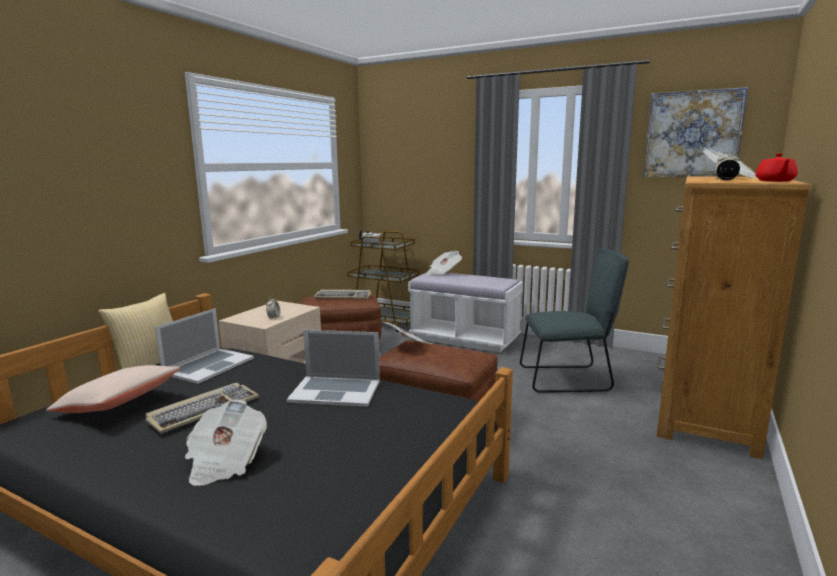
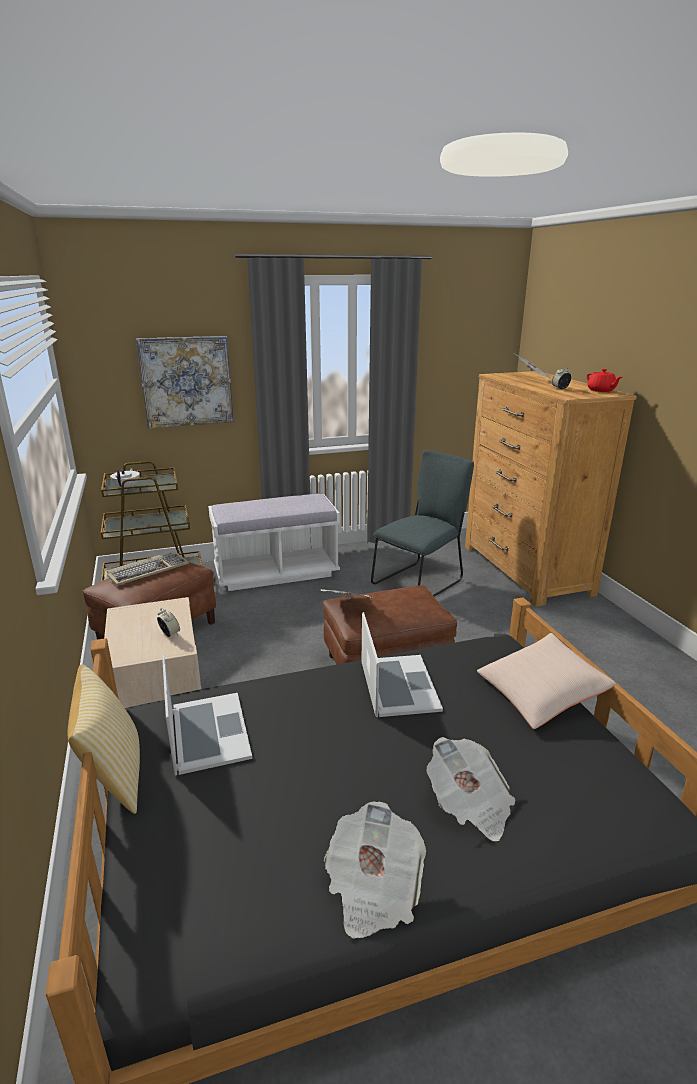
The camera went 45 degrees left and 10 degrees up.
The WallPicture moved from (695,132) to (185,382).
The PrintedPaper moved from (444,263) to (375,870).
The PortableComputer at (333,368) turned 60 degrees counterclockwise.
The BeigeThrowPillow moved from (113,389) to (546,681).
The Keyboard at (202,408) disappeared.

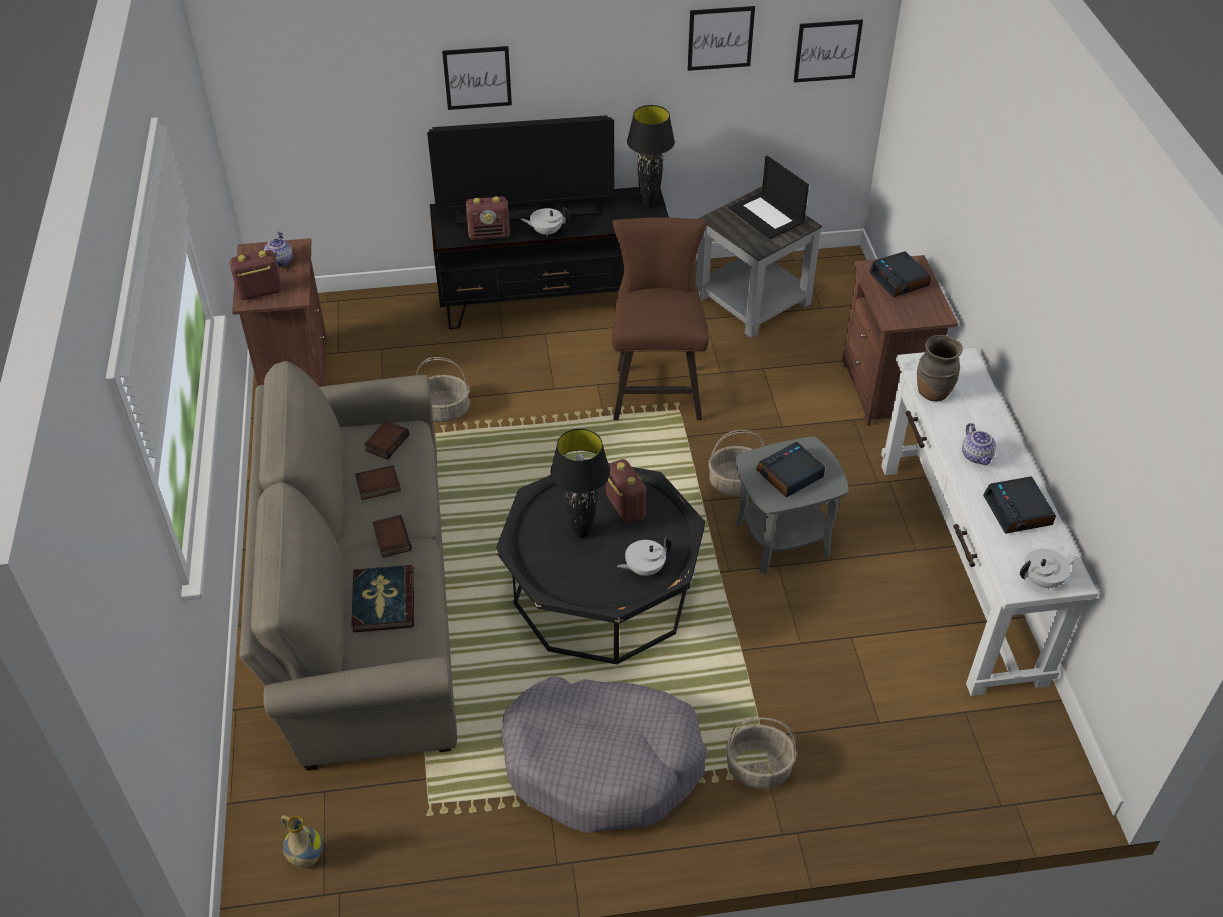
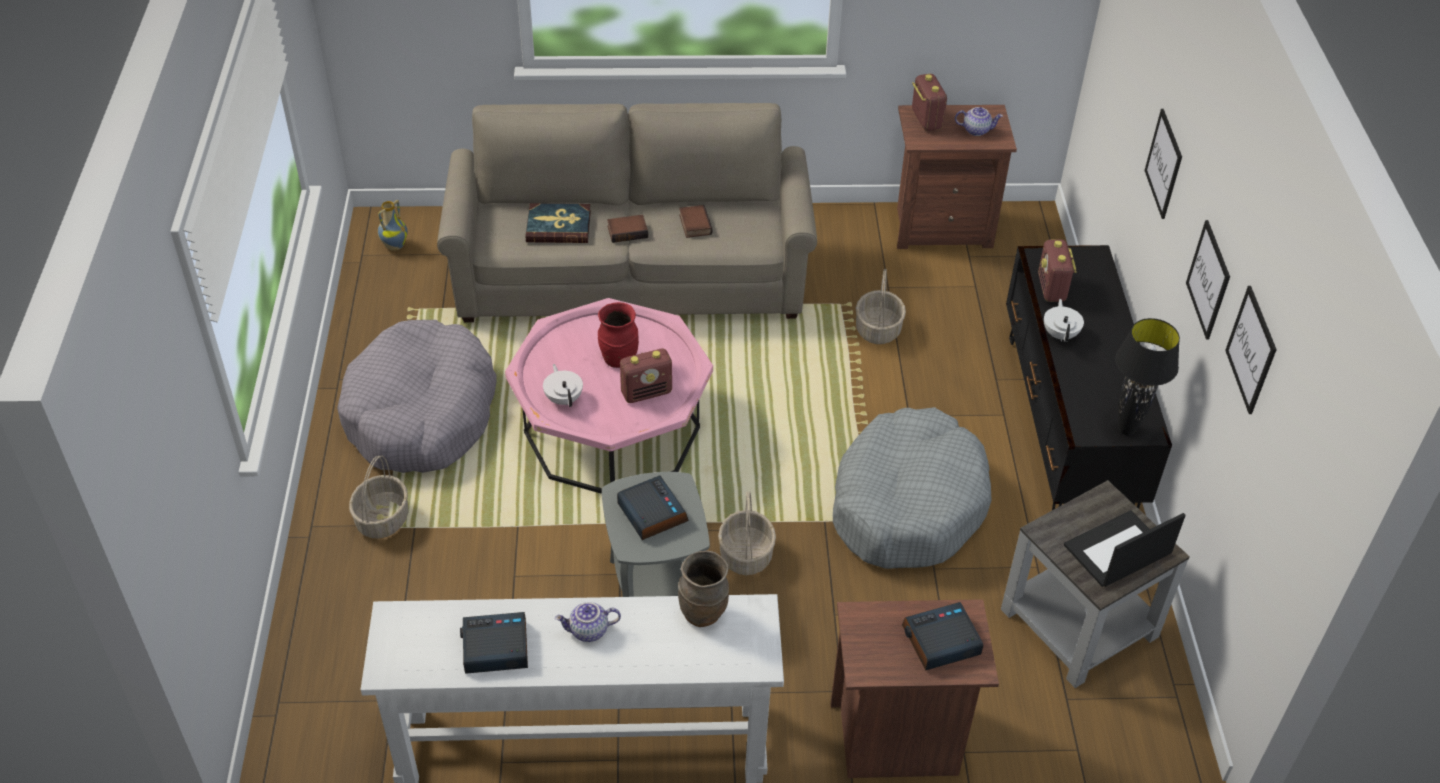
The camera went 95 degrees right and 0 degrees up.
The BlackLowTable at (600,561) became the PinkLowTable at (609,396).
The BlackLampForATable at (580,483) was replaced by the ReddishDecorativeVase at (618,335).
The BrownStoolSeat at (660,319) was replaced by the GrayPetBed at (912,488).
The WallPicture moved from (828,51) to (1208,280).
The Volume at (386,440) disappeared.
The Television at (520,170) disappeared.
The WhitishTeaPot at (1049,569) disappeared.

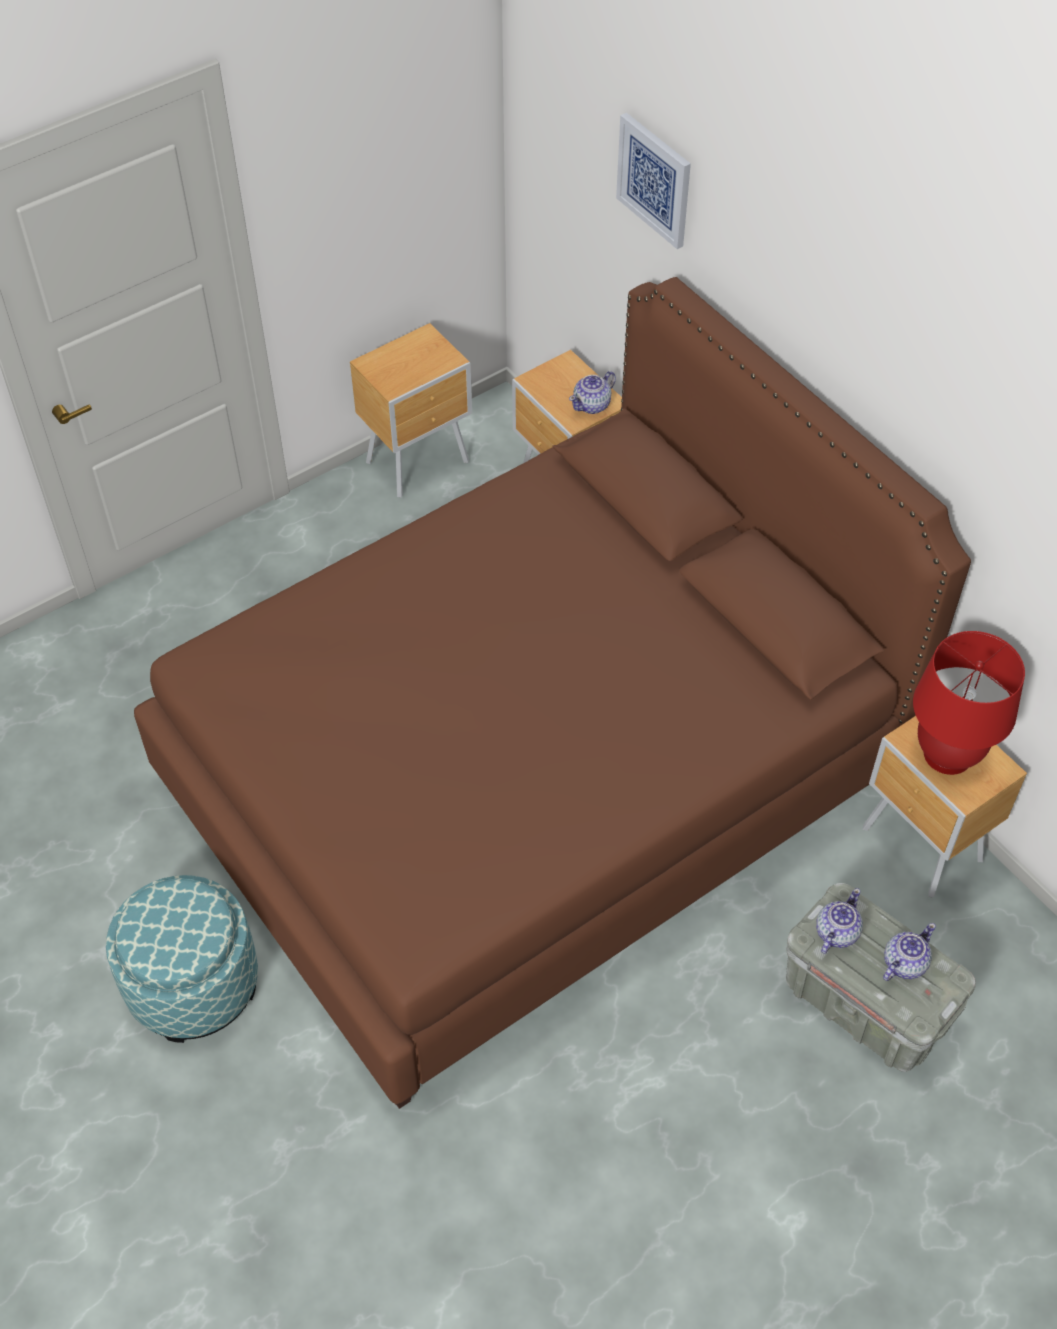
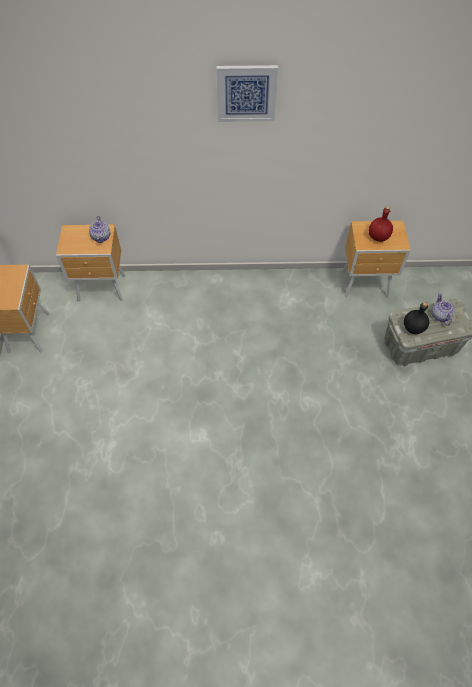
The camera went 55 degrees left and 5 degrees up.
The WallPicture moved from (653,181) to (247,93).
The ReddishLampForATable at (969,703) was replaced by the ReddishDrinkBottle at (381,224).
The TeaPot at (839,921) was replaced by the BlackDrinkBottle at (416,318).
The Ottoman at (182,959) disappeared.
The BrownBed at (552,693) disappeared.

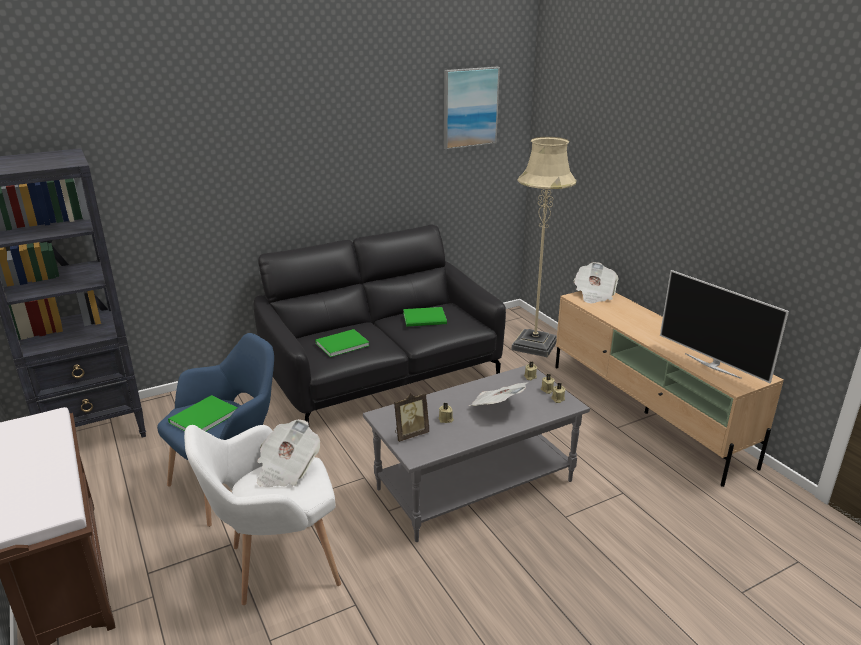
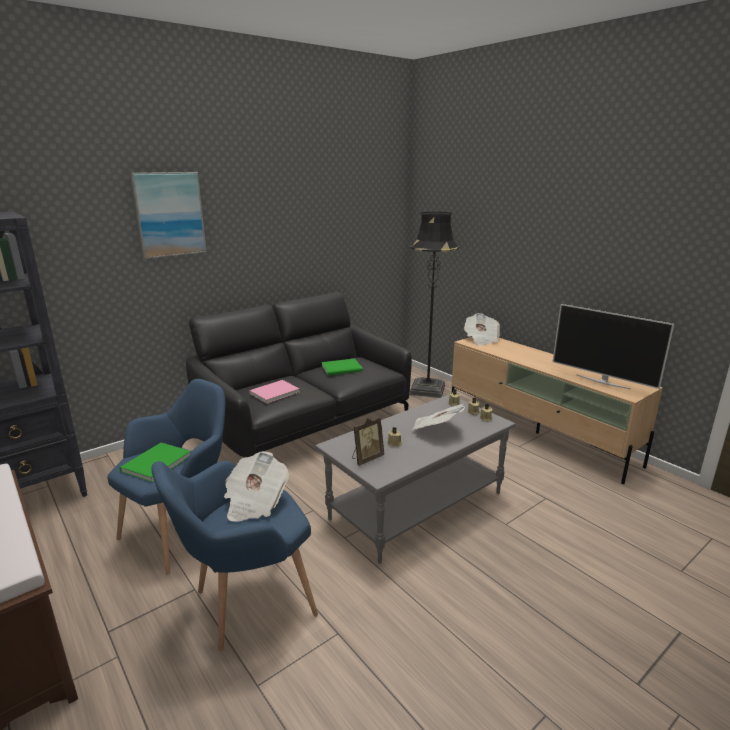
The camera went 10 degrees left and 5 degrees down.
The WallPicture moved from (472,108) to (168,215).
The WhitishLoungeChair at (262,515) became the BluishLoungeChair at (234,556).
The GreenColouredVolume at (342,343) became the PinkVolume at (274,392).
The BeigeStandingLamp at (544,247) became the BlackStandingLamp at (434,305).

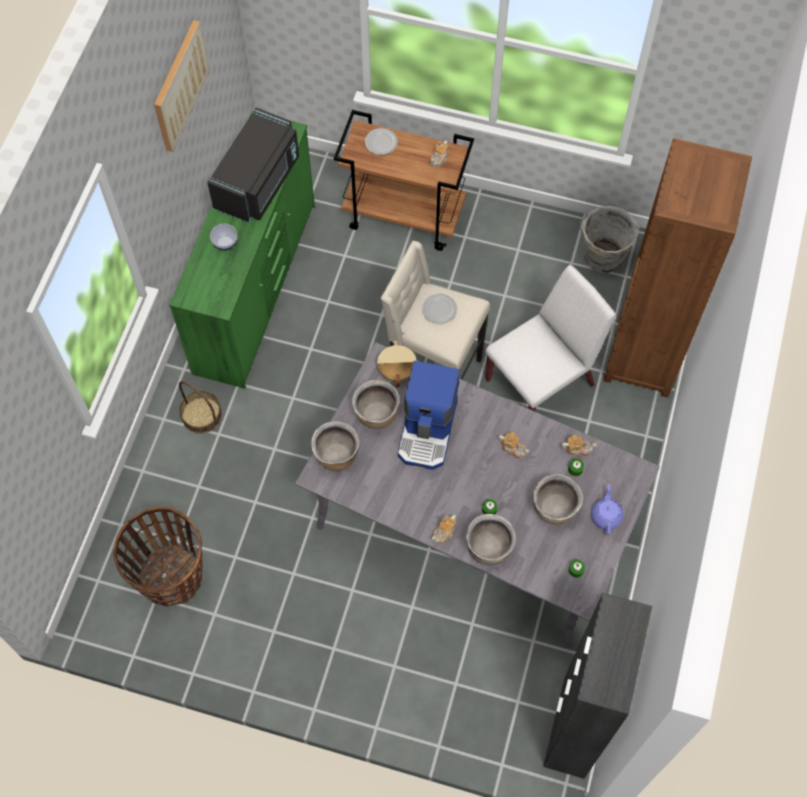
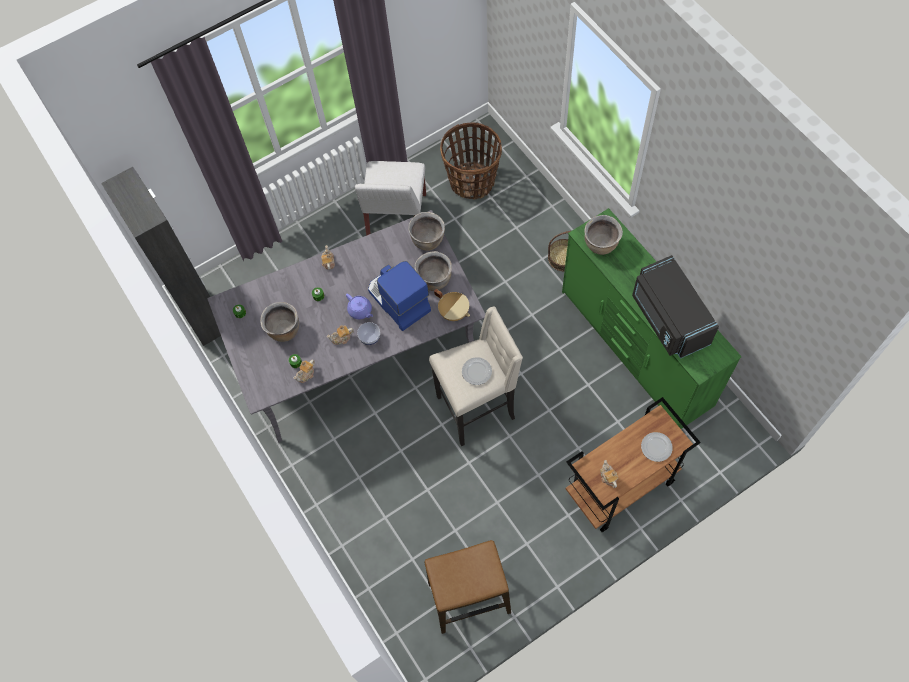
The camera went 135 degrees right and 0 degrees up.
The PurplishTeaPot moved from (607,509) to (359,306).
The WhitishPlainChair moved from (550,338) to (390,198).
The ServingBowl moved from (223,237) to (368,333).
The GrayPail at (609,239) was replaced by the StoolSeat at (467,587).
The BrownStockpot moved from (491,540) to (603,235).
The WallPicture at (181,86) disappeared.
The BrownBookcase at (678,268) disappeared.

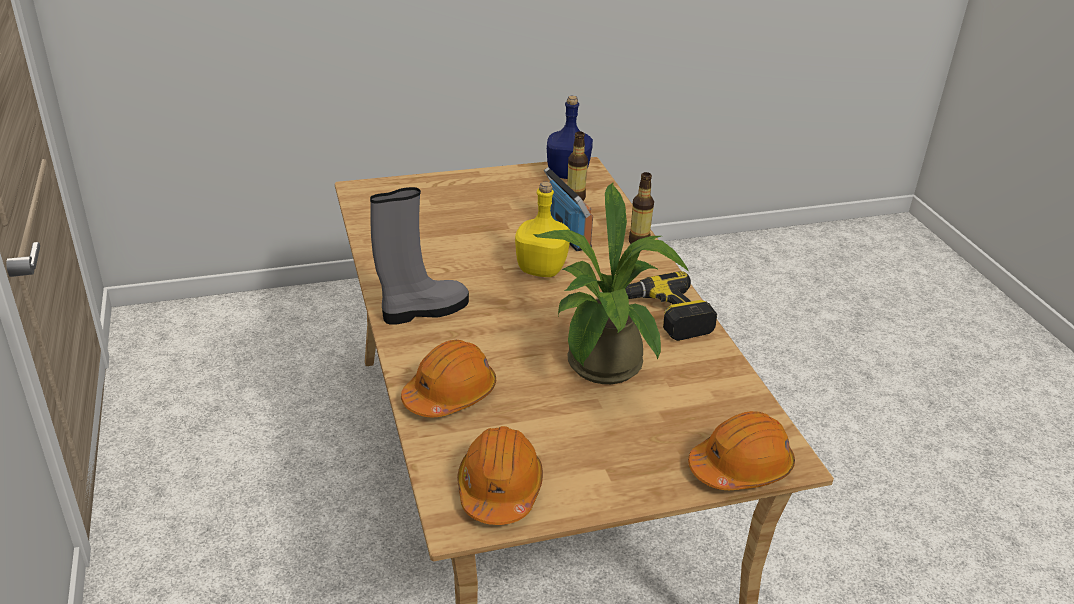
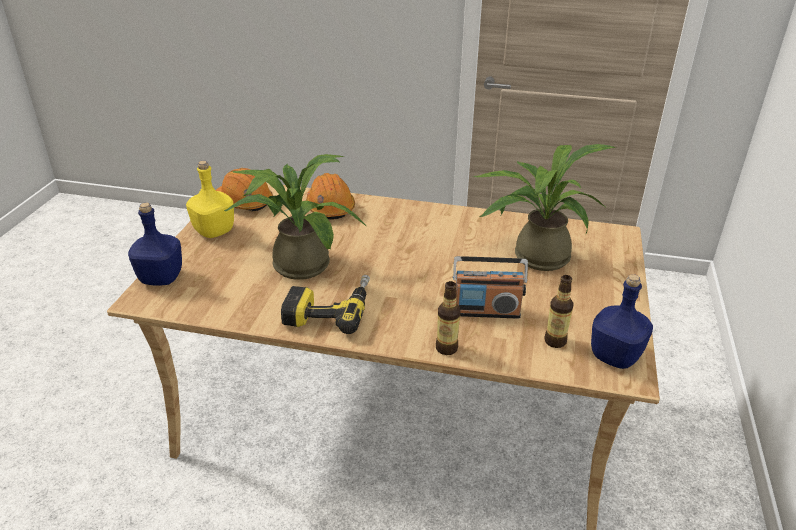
The camera went 120 degrees right and 0 degrees up.
The OrangeSafetyHelmet at (741,450) was replaced by the BluishDrinkBottle at (155,244).
The YellowishDrinkBottle moved from (542,229) to (210,199).
The PottedPlant at (544,207) appeared.
The GrayHighTopBoot at (419,256) disappeared.

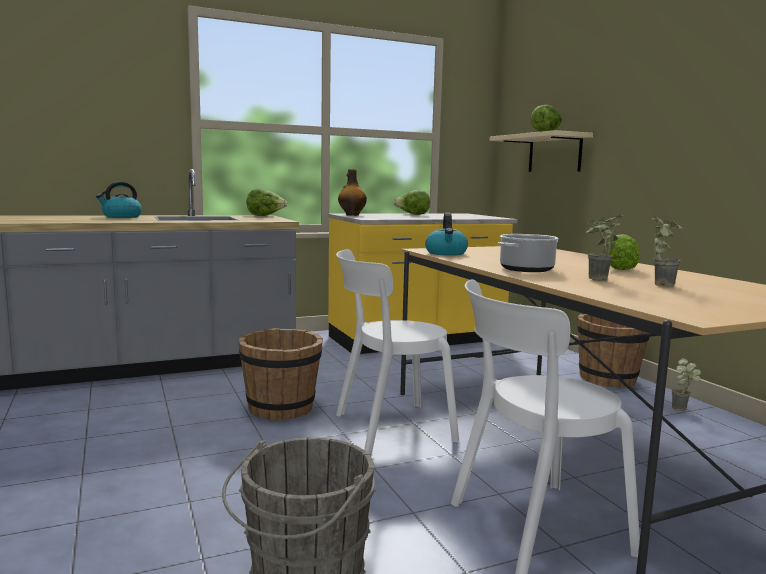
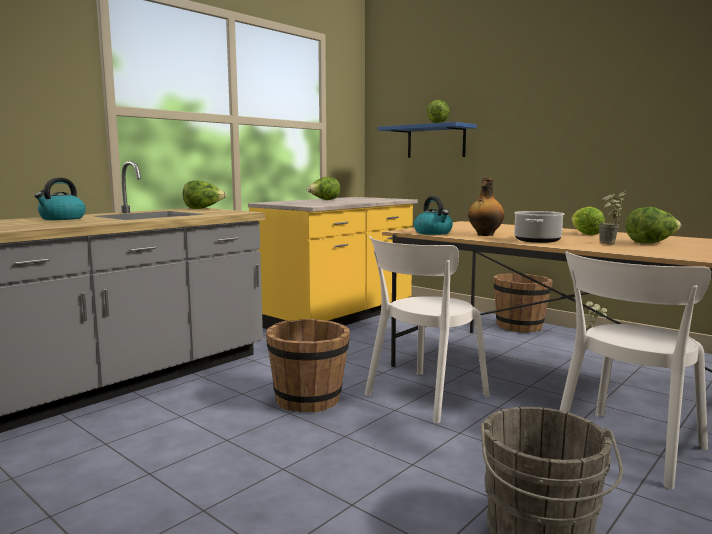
The camera went 25 degrees left and 0 degrees up.
The BeigeBracketShelf at (541,151) became the BluishBracketShelf at (427,140).
The DrinkBottle moved from (352,192) to (486,207).
The PottedPlant at (667,251) was replaced by the LettuceHead at (653,225).

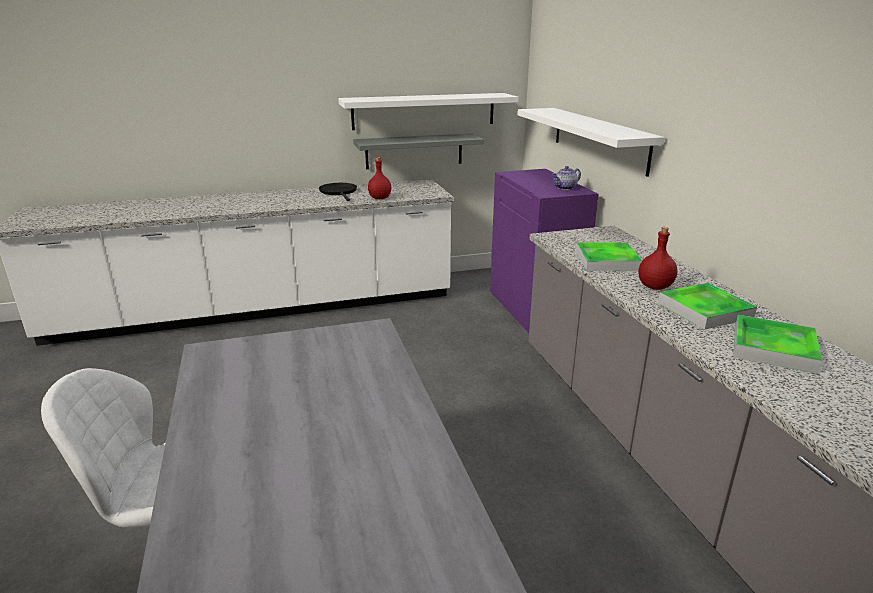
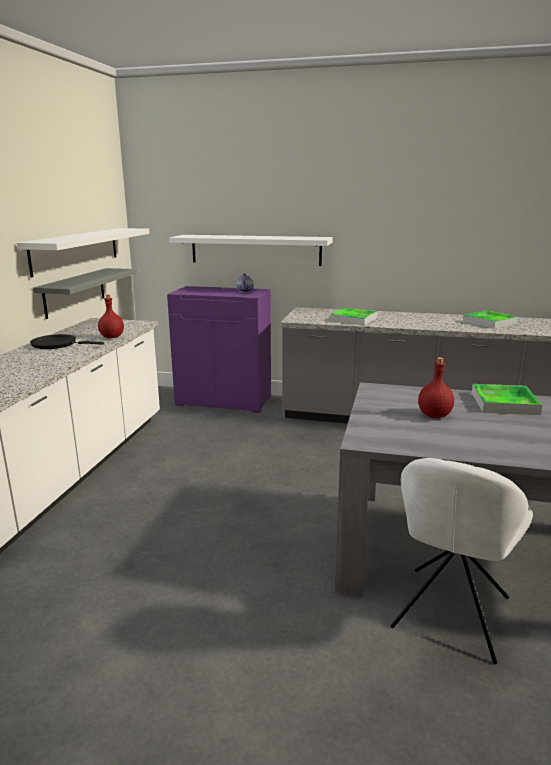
The camera went 60 degrees left and 5 degrees down.
The ReddishDrinkBottle moved from (657,258) to (436,387).
The ServingTray moved from (707,306) to (507,399).

